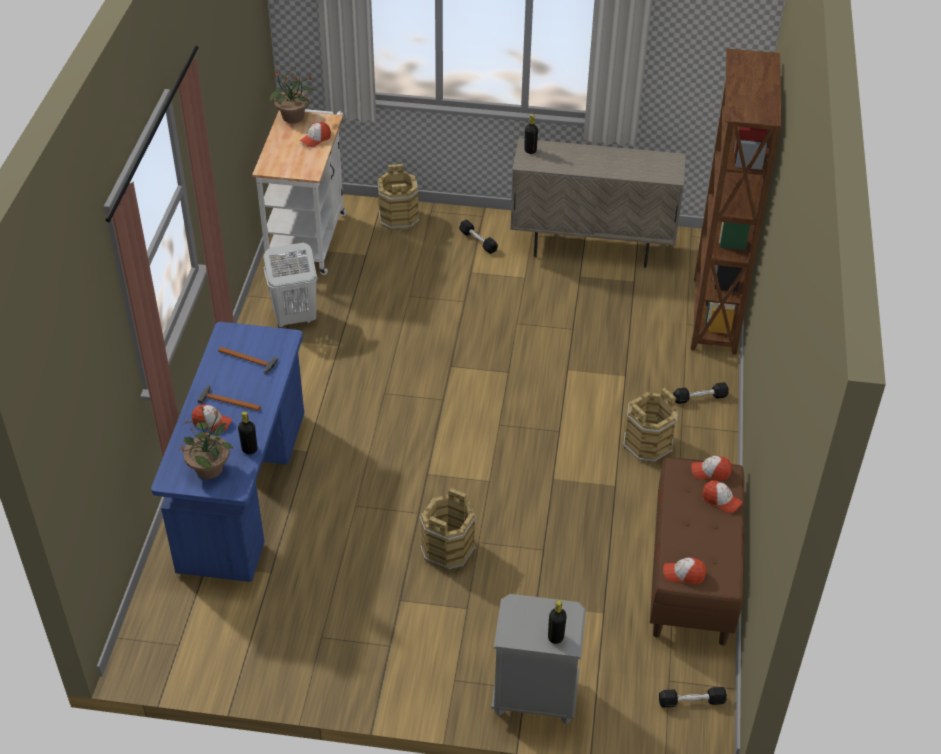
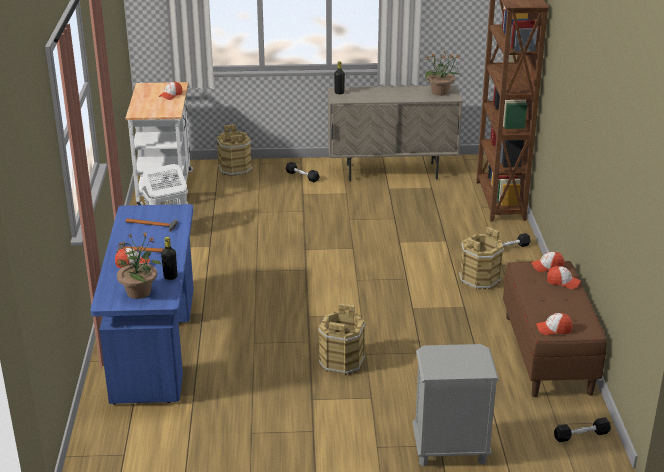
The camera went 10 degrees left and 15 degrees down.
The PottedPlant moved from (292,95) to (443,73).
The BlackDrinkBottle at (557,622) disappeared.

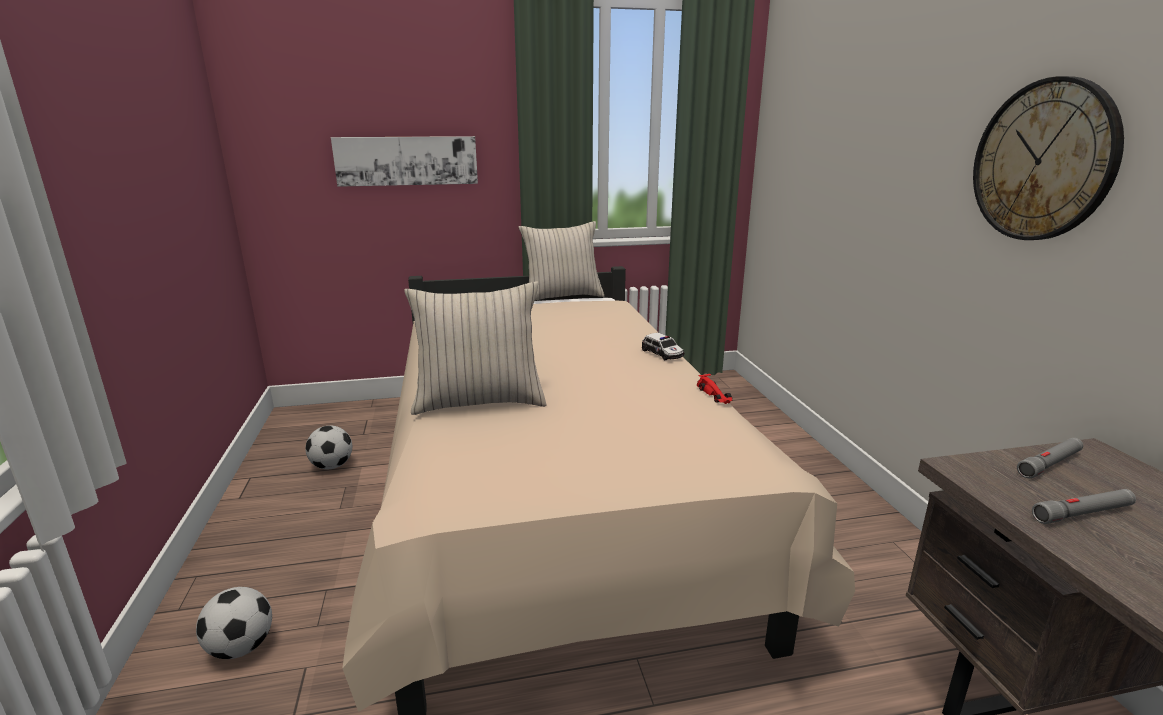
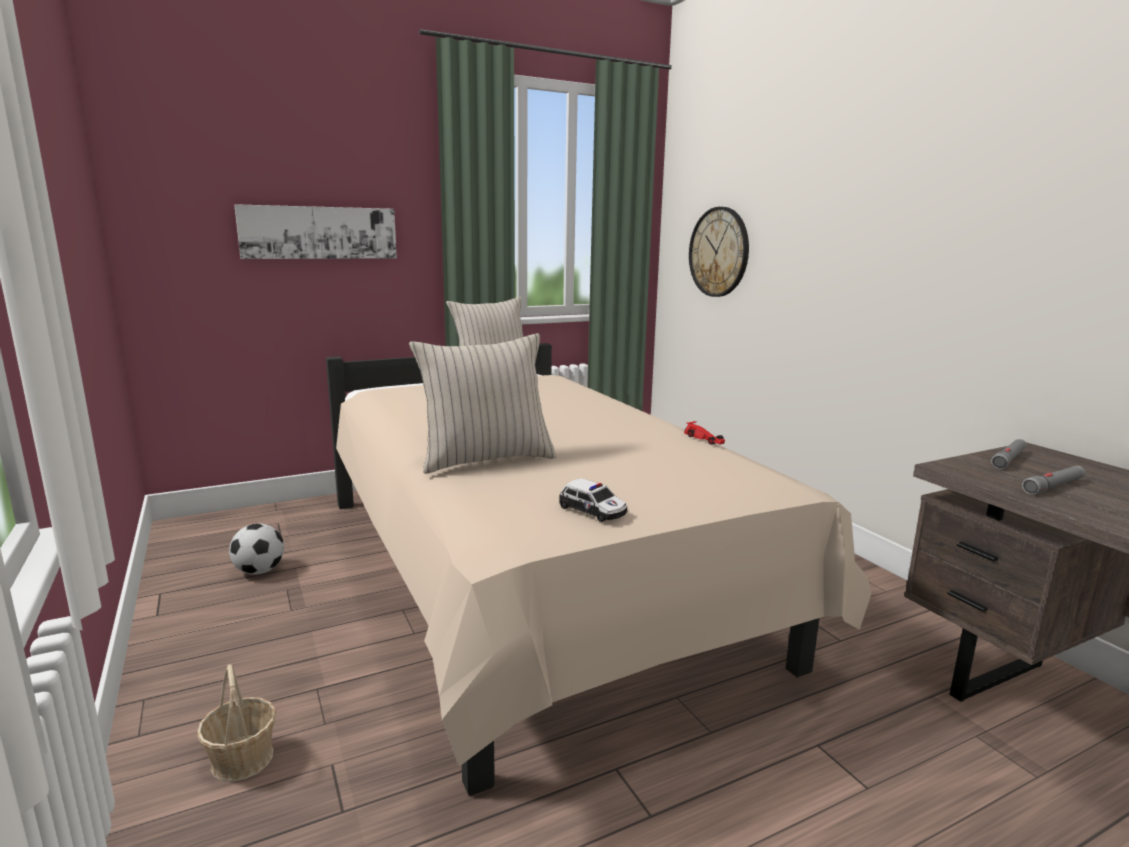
The camera went 15 degrees left and 5 degrees down.
The FootballBall at (234,623) was replaced by the Basket at (236,723).
The ToyCar moved from (663,346) to (593,500).
The HangingClock moved from (1048,158) to (719,252).

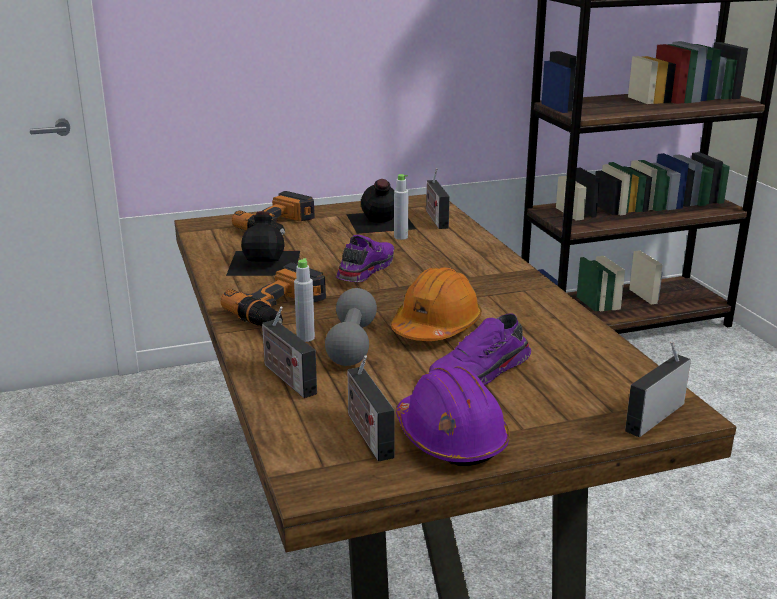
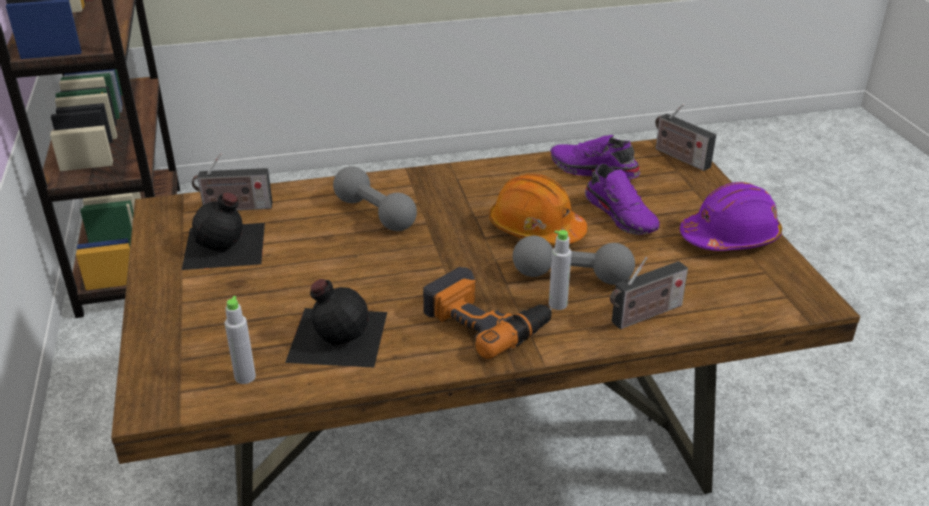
The camera went 85 degrees left and 10 degrees up.
The GrayDrinkBottle moved from (401,207) to (240,340).
The GrayDumbbell at (375,198) appeared.
The PurplishShoe moved from (365,258) to (596,157).
The ElectricDrill at (273,213) disappeared.
The RadioReceiver at (371,408) disappeared.

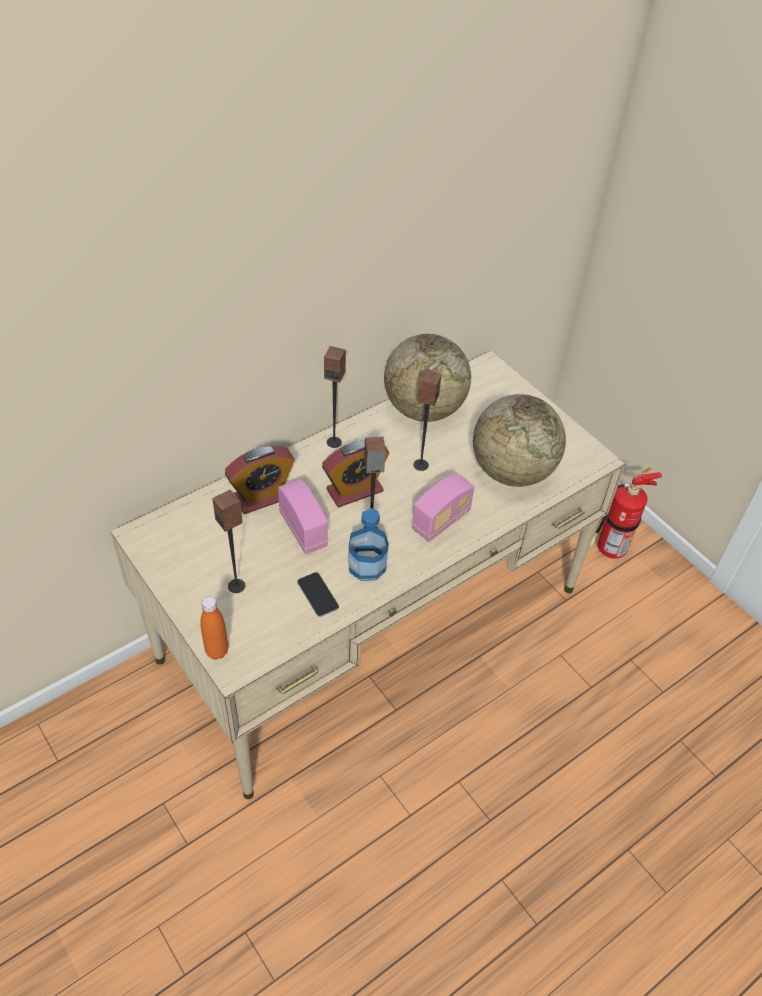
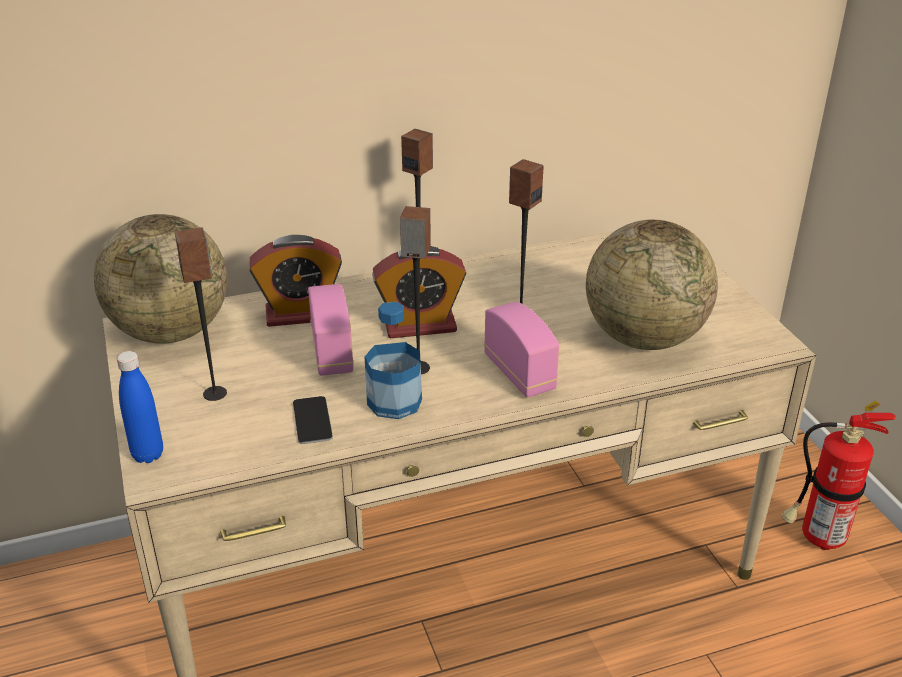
The camera went 20 degrees right and 15 degrees down.
The WorldGlobe moved from (427,378) to (160,278).
The OrangeDrinkBottle at (214,628) became the BluishDrinkBottle at (140,407).
The RadioReceiver at (443,507) turned 90 degrees counterclockwise.

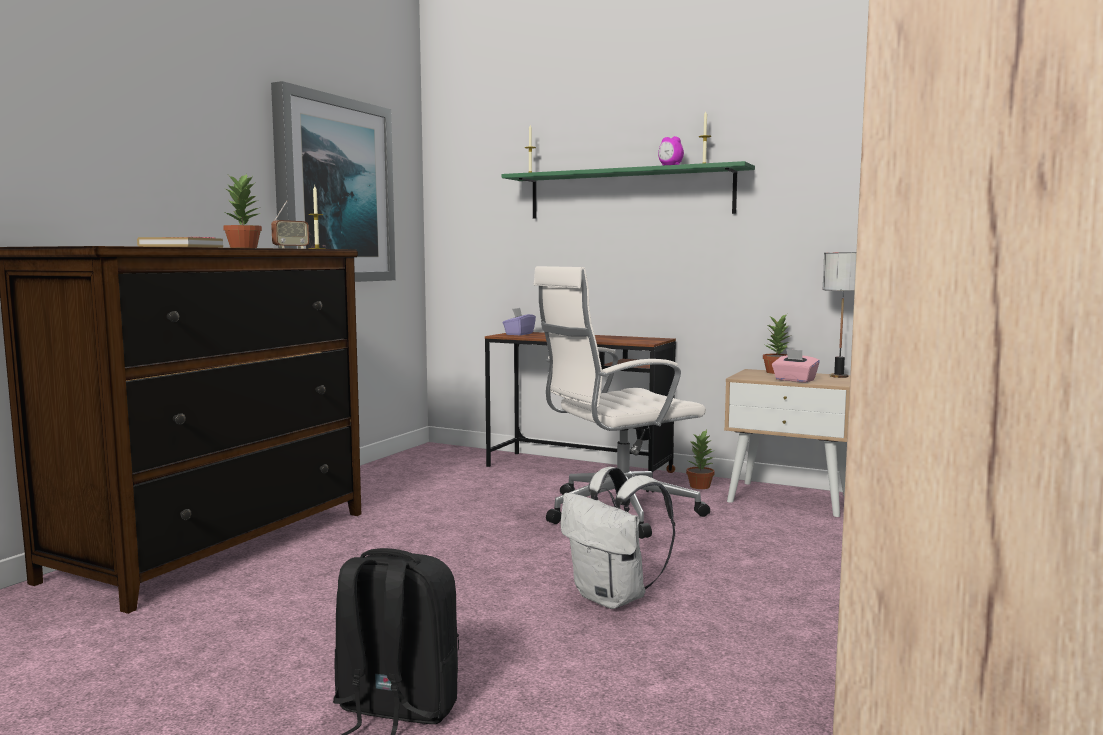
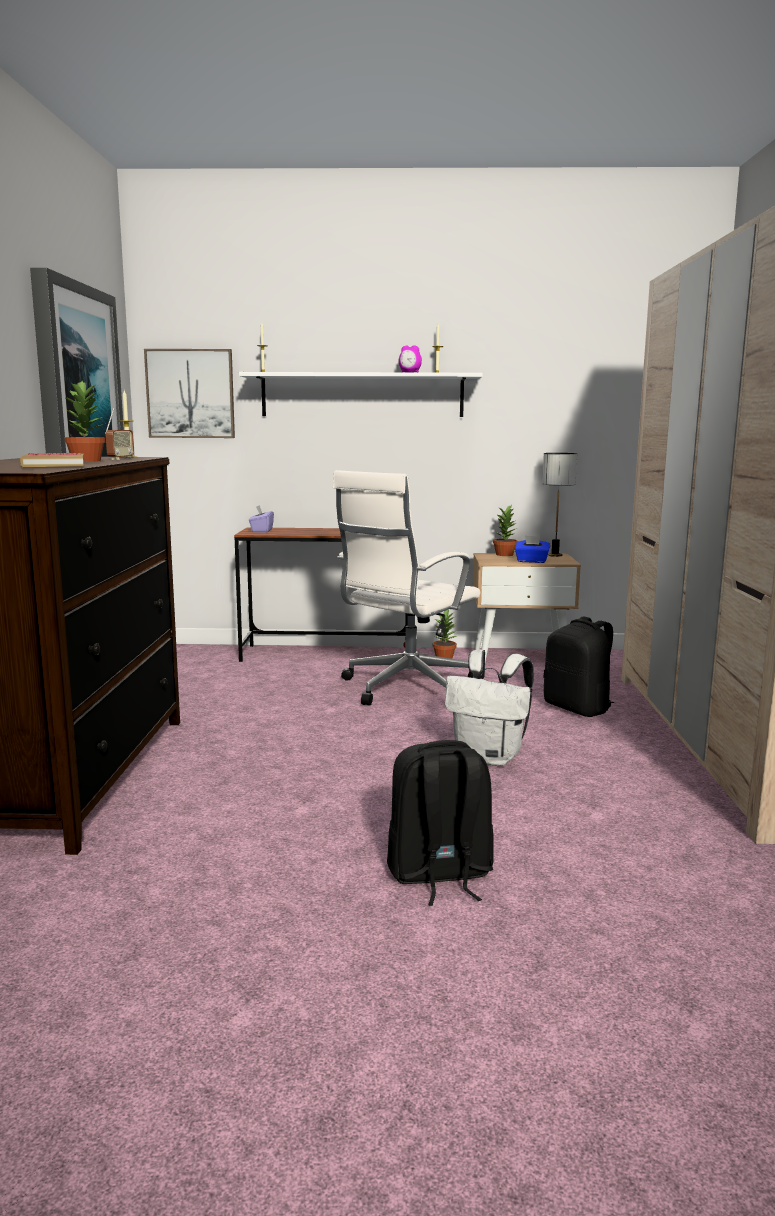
The camera went 25 degrees left and 5 degrees up.
The WallPicture at (189,393) appeared.
The GreenColouredBracketShelf at (628,190) became the WhitishBracketShelf at (361,394).
The PinkTissueBox at (796,365) became the BluishTissueBox at (532,549).
The BlackBackpack at (579,666) appeared.

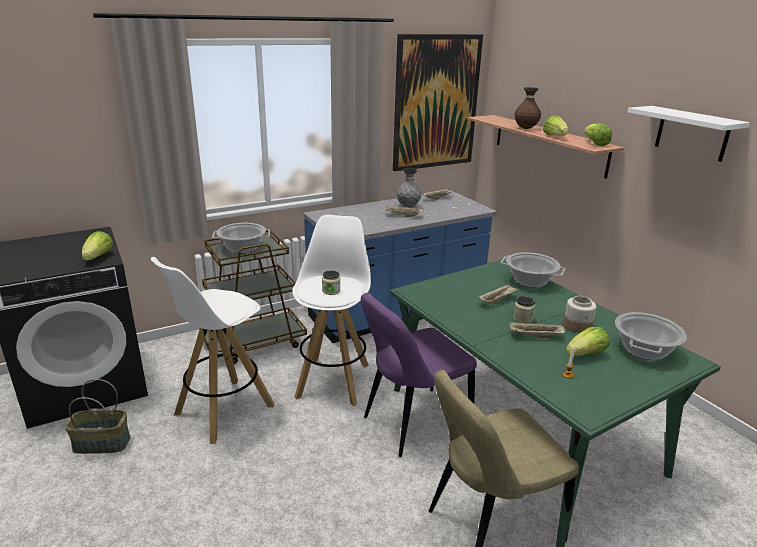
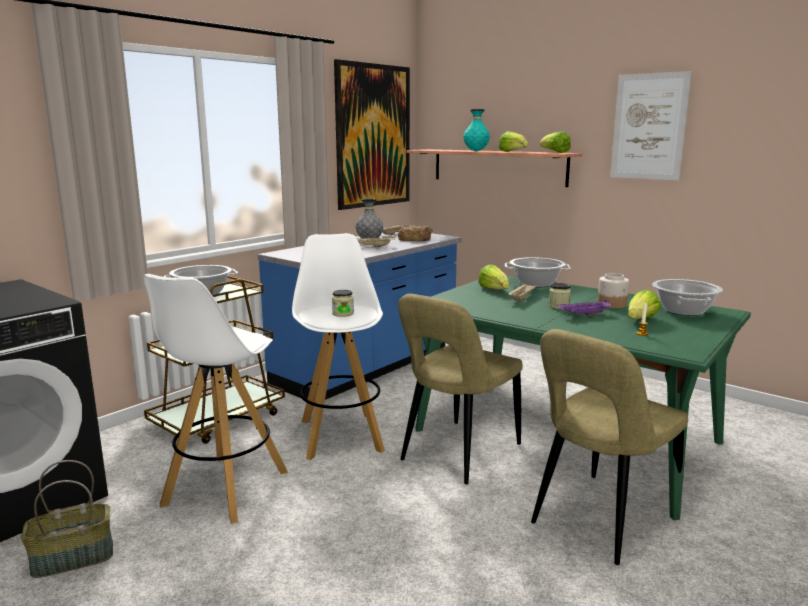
The camera went 20 degrees left and 10 degrees down.
The BakedBread at (415,233) appeared.
The PurplishPlainChair at (419,374) became the BeigePlainChair at (460,389).
The BrownDecorativeVase at (527,108) became the BlueGreenDecorativeVase at (476,130).
The LettuceHead moved from (97,245) to (493,276).
The BeigeServingTray at (537,330) became the PurplishServingTray at (585,308).
The WhitishBracketShelf at (689,134) was replaced by the WallPicture at (651,126).

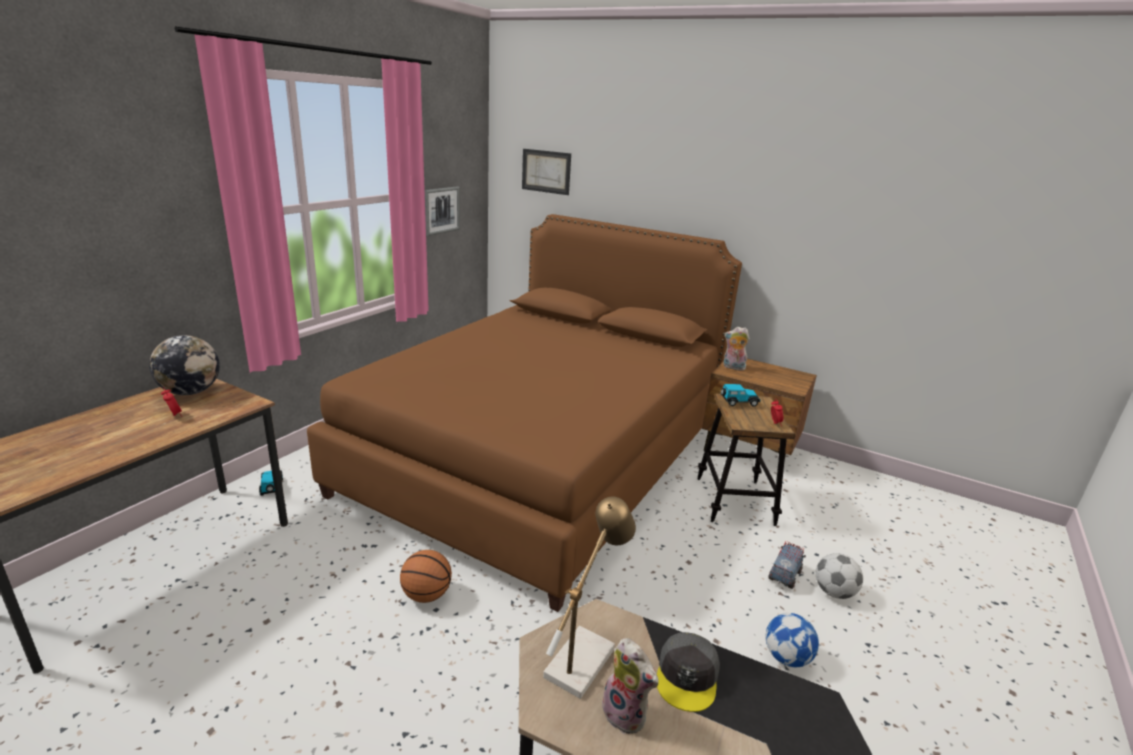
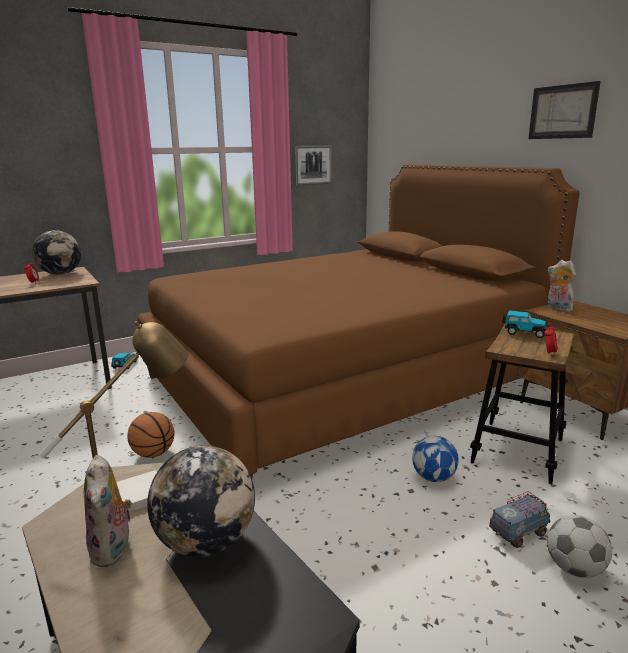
The camera went 30 degrees right and 5 degrees down.
The GrayPeakedCap at (688,672) was replaced by the WorldGlobe at (201,501).
The FootballBall moved from (792,640) to (435,459).
The WallPicture moved from (546,172) to (564,110).

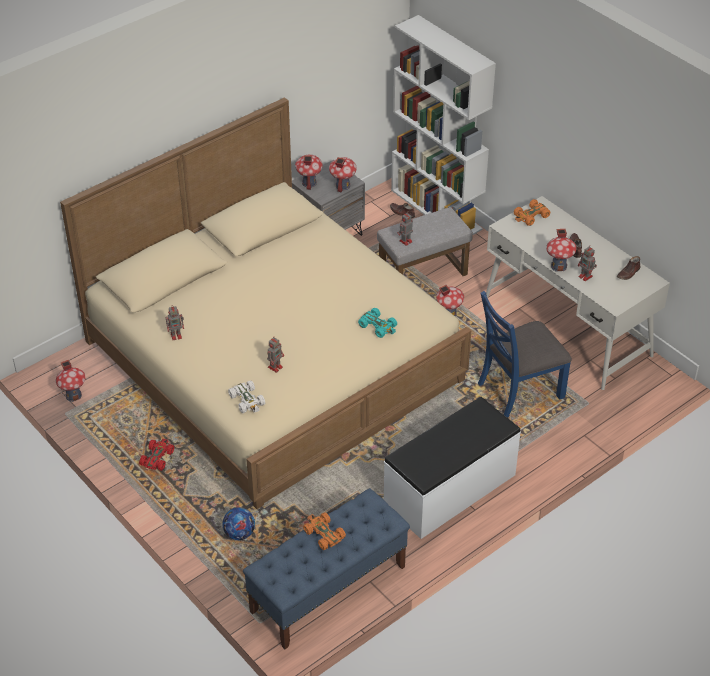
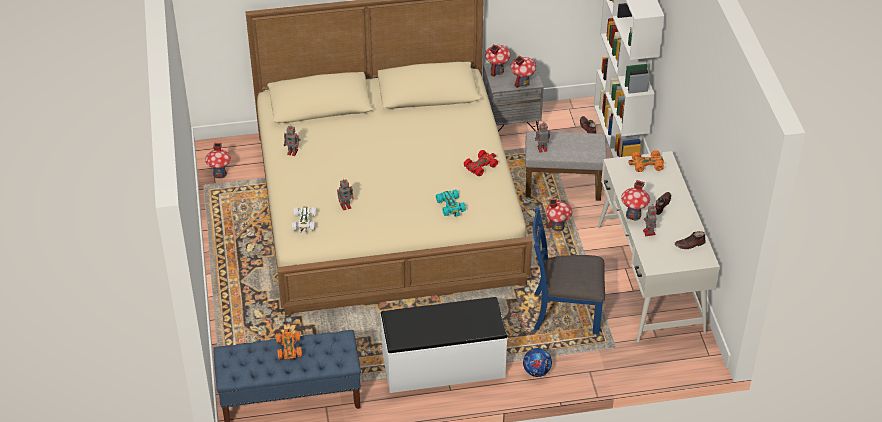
The camera went 30 degrees right and 0 degrees up.
The ReddishToyCar moved from (156,455) to (481,163).
The FootballBall moved from (238,523) to (537,362).

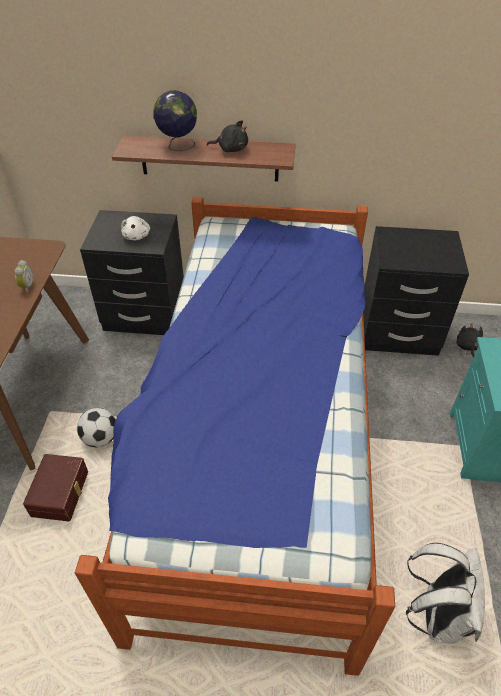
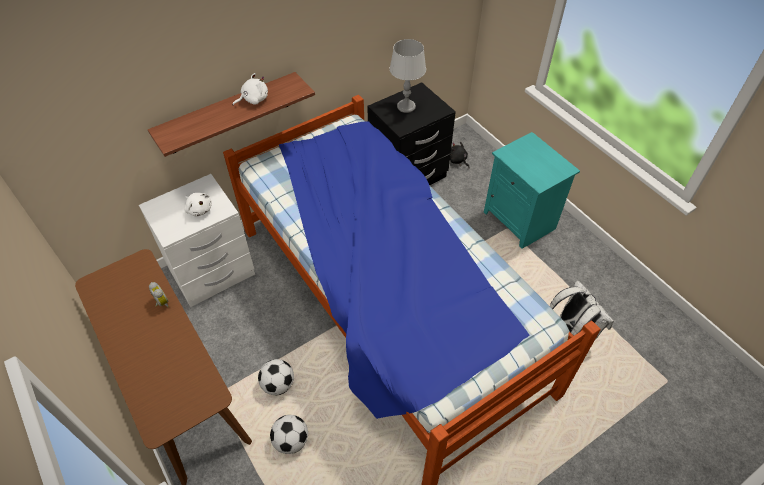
The camera went 40 degrees left and 5 degrees up.
The BlackNightTable at (132,272) became the WhitishNightTable at (197,240).
The BlackSoftToy at (227,136) became the WhitishSoftToy at (250,89).
The BrownStorageBin at (55,487) was replaced by the FootballBall at (289,434).
The GrayLampForATable at (408,76) appeared.
The WorldGlobe at (175,120) disappeared.

